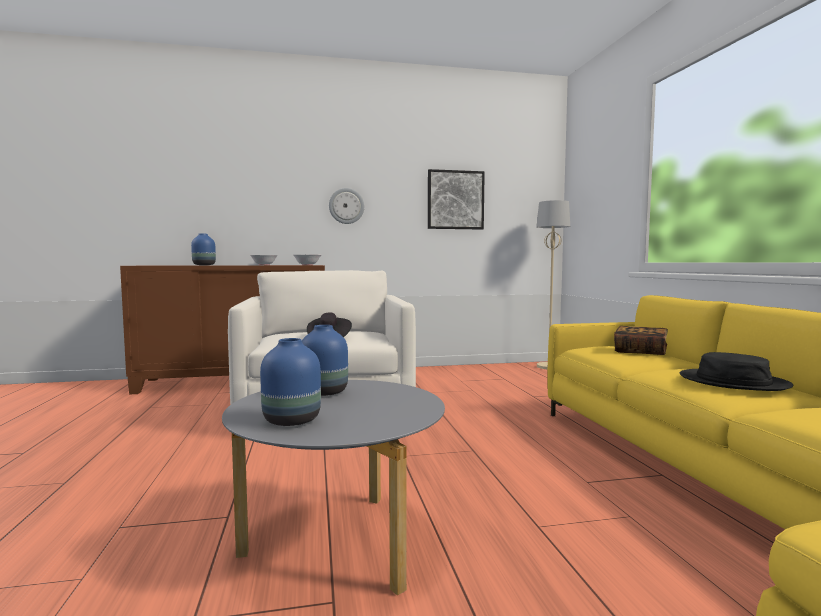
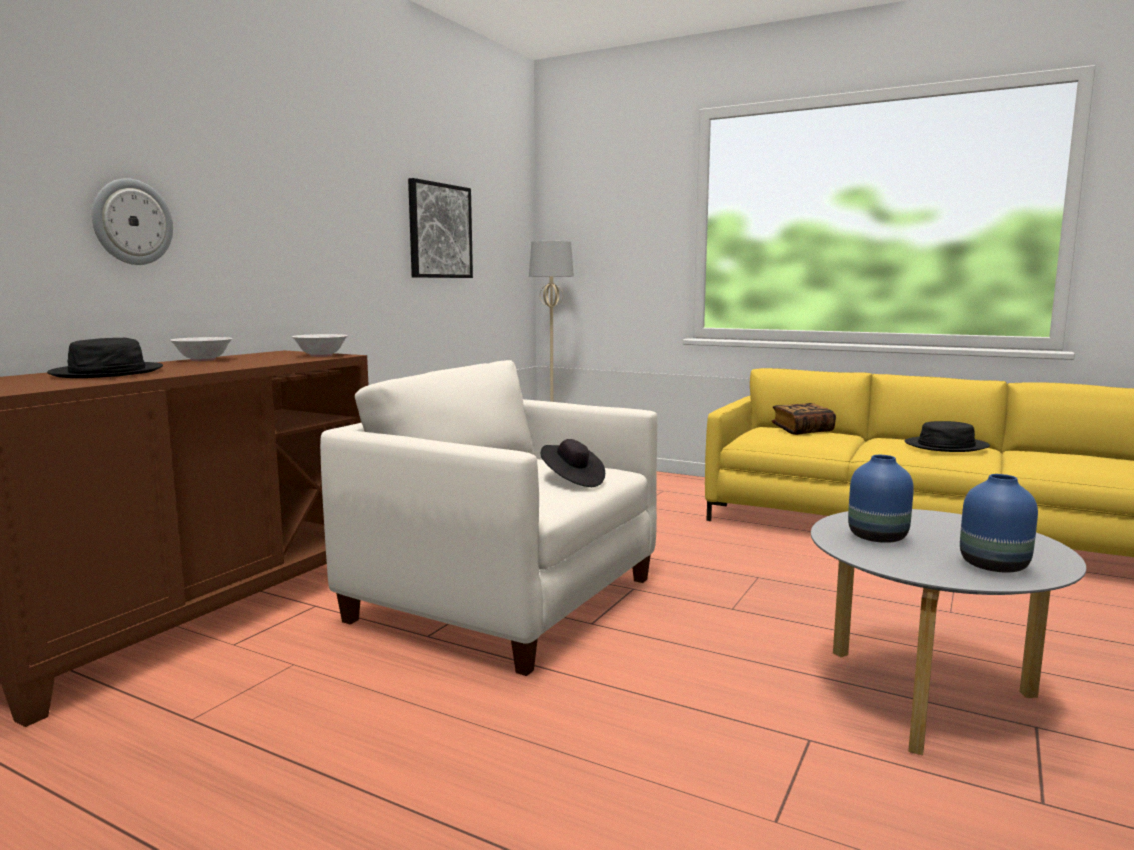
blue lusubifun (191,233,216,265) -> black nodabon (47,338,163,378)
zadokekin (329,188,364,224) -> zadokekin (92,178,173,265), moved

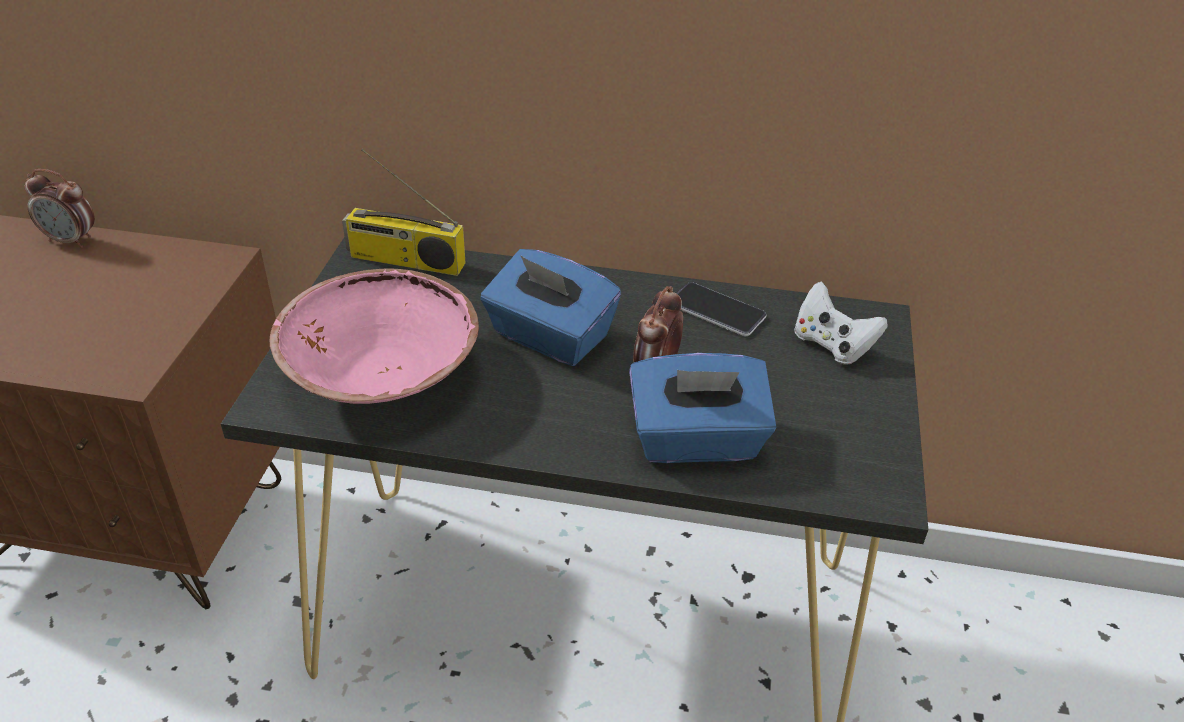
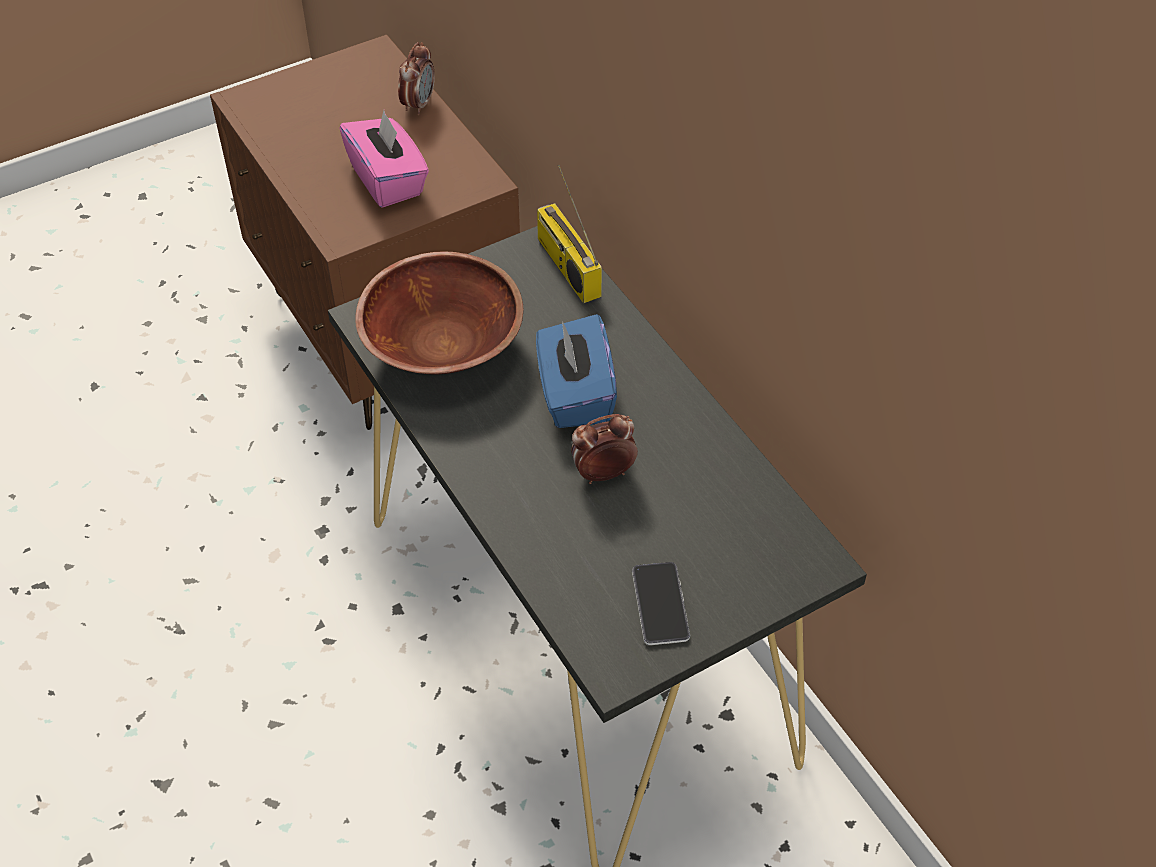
none -> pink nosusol (339,110,429,208)
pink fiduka (270,268,479,404) -> brown fiduka (355,251,523,375)
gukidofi (25,169,95,248) -> gukidofi (398,42,435,115), 135 degrees counterclockwise
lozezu (677,282,767,336) -> lozezu (632,562,690,645), moved
blue nosusol (629,353,776,463) -> none
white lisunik (794,281,888,365) -> none

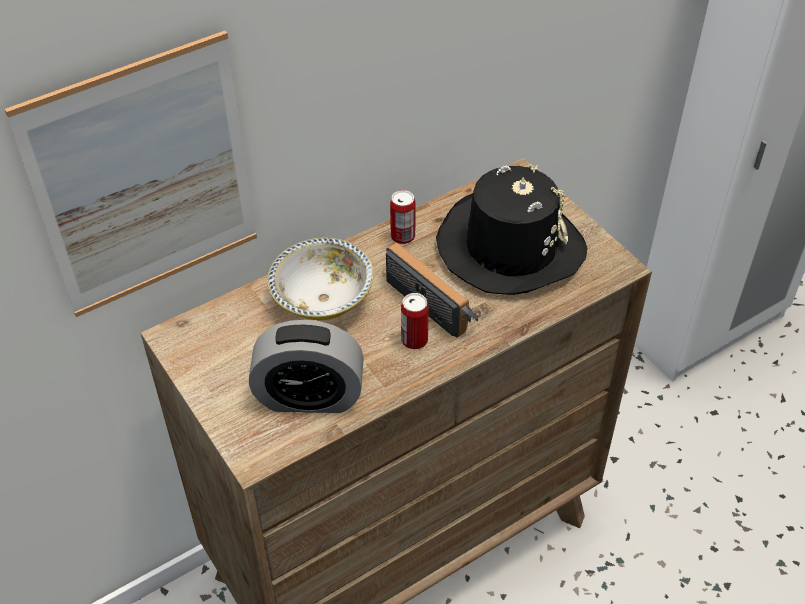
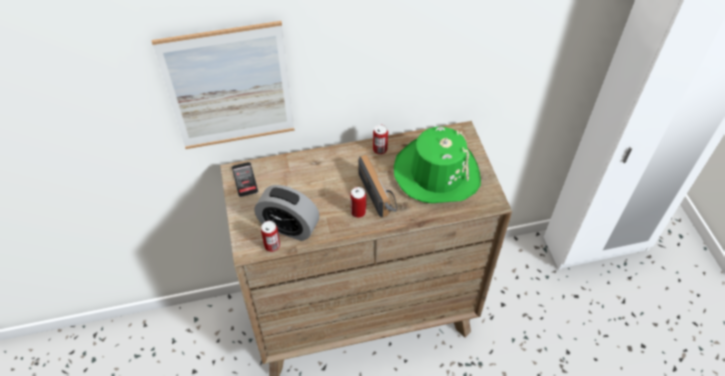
none -> lozezu (232,162,258,197)
none -> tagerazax (261,221,280,252)
black nodabon (436,165,587,295) -> green nodabon (394,127,481,203)
fiduka (268,238,374,320) -> none

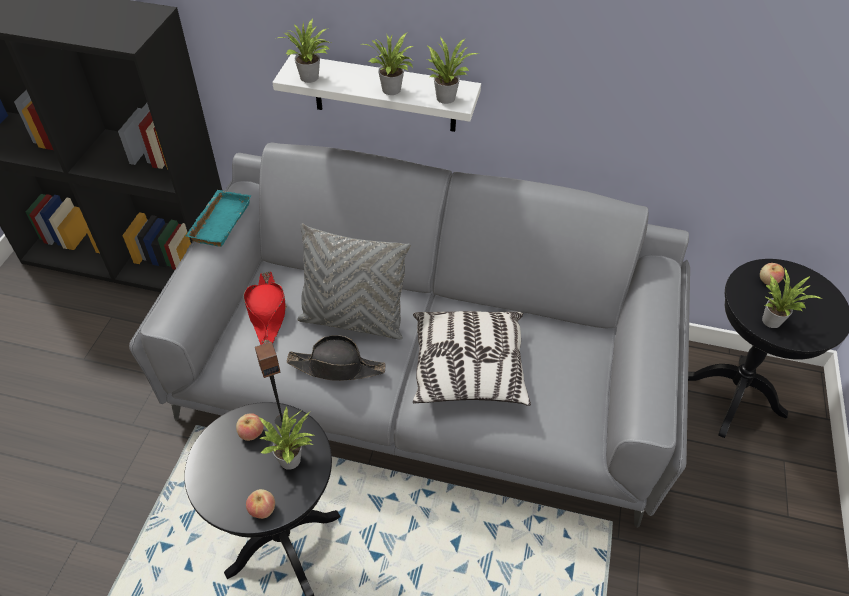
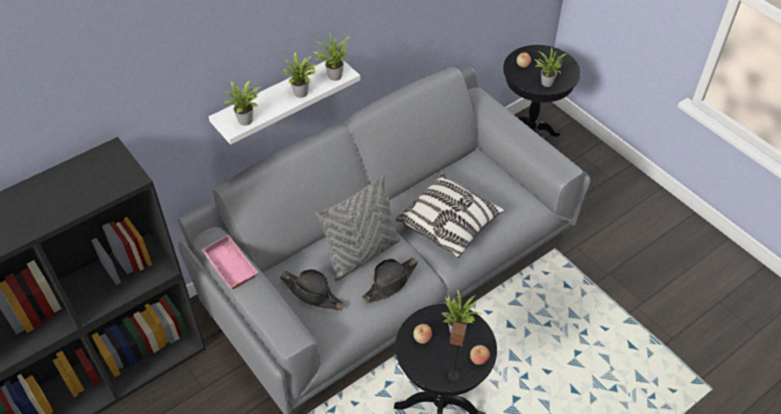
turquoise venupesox (185,190,251,247) -> pink venupesox (201,235,258,289)
red nodabon (243,272,287,345) -> black nodabon (280,269,345,310)
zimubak (255,342,290,427) -> zimubak (448,322,467,381), moved

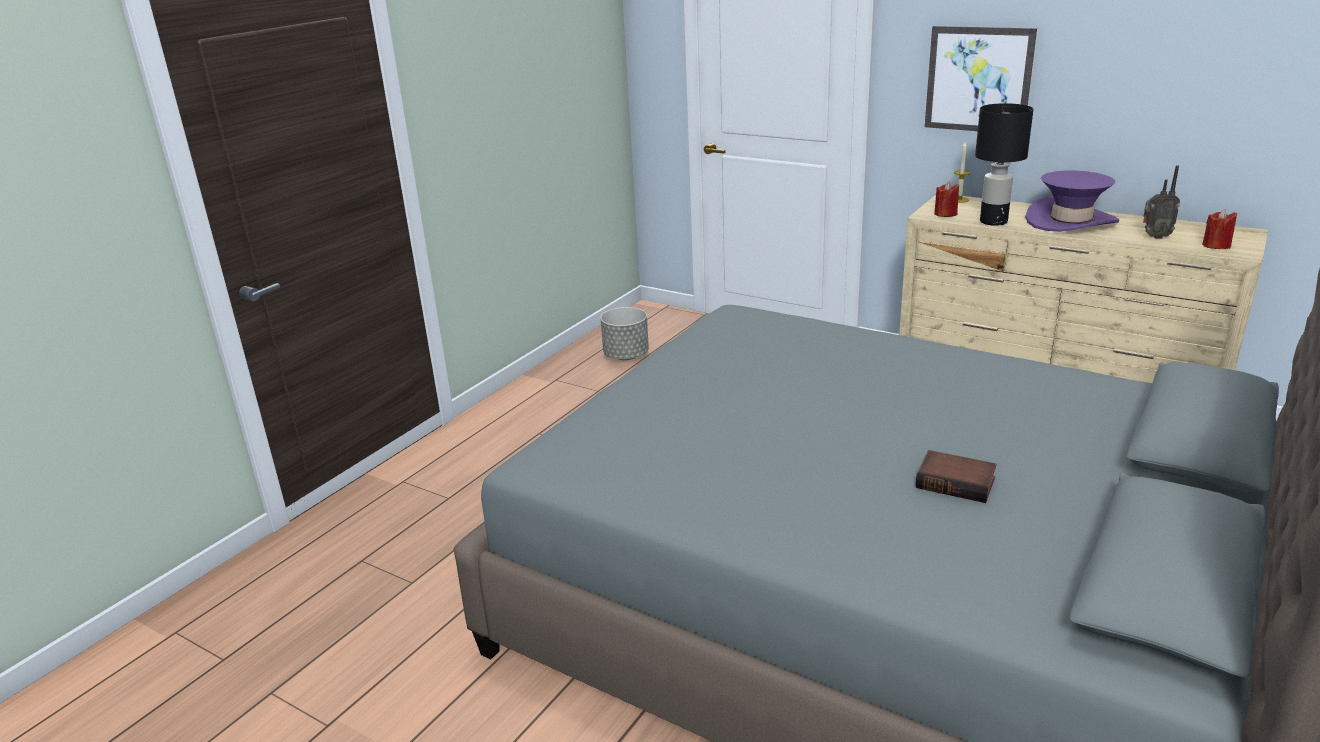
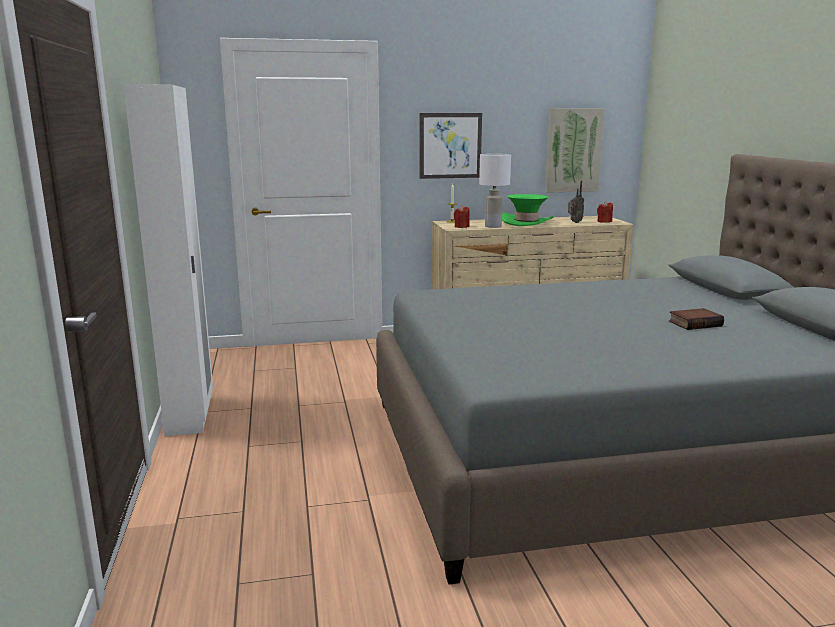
none -> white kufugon (123,84,213,436)
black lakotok (975,103,1034,226) -> white lakotok (479,154,511,228)
purple nodabon (1025,171,1119,232) -> green nodabon (502,194,553,226)
none -> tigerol (545,108,605,193)
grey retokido (600,307,649,360) -> none

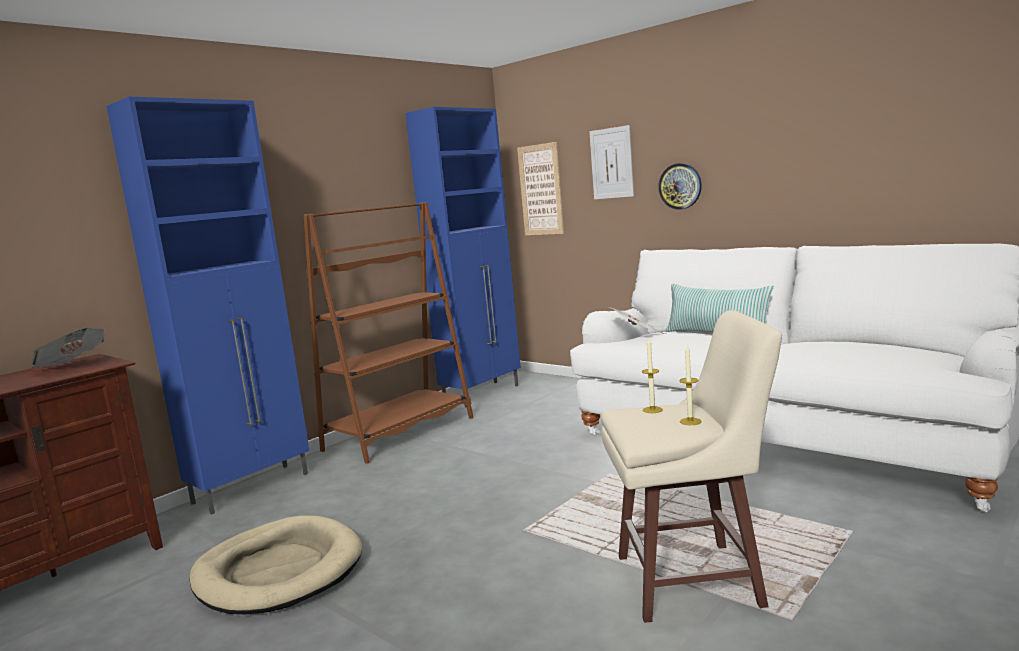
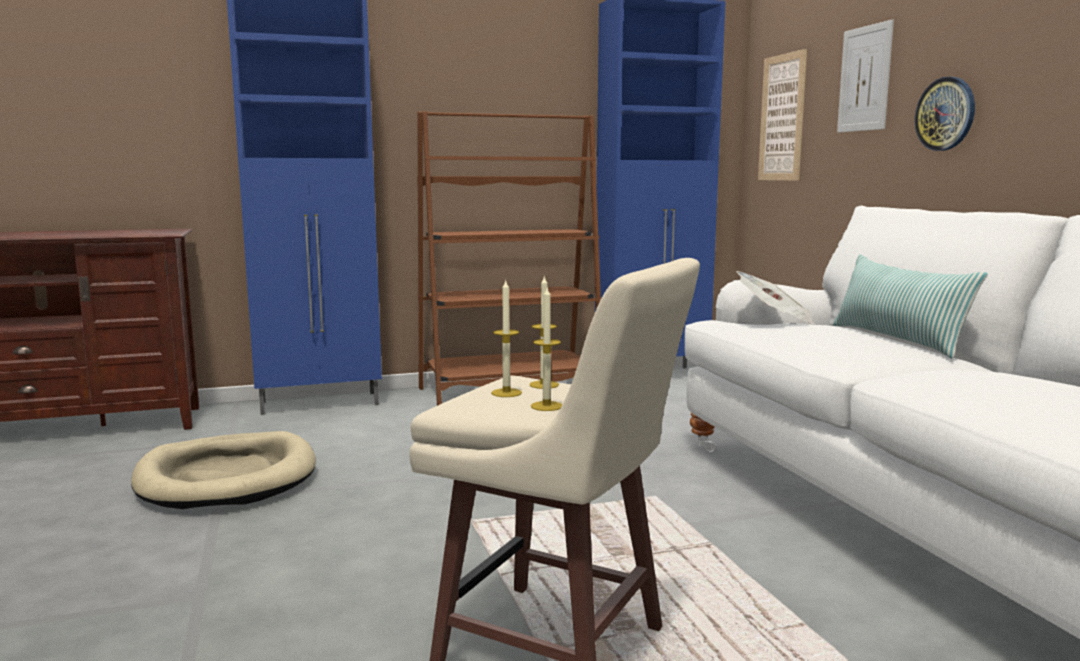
none -> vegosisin (491,281,522,397)
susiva (31,328,104,368) -> none

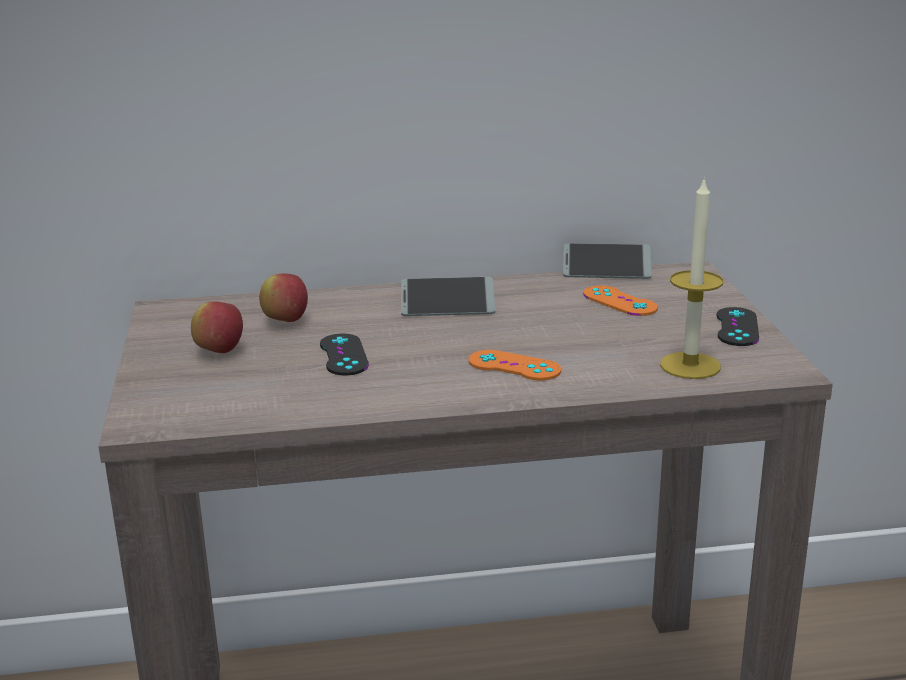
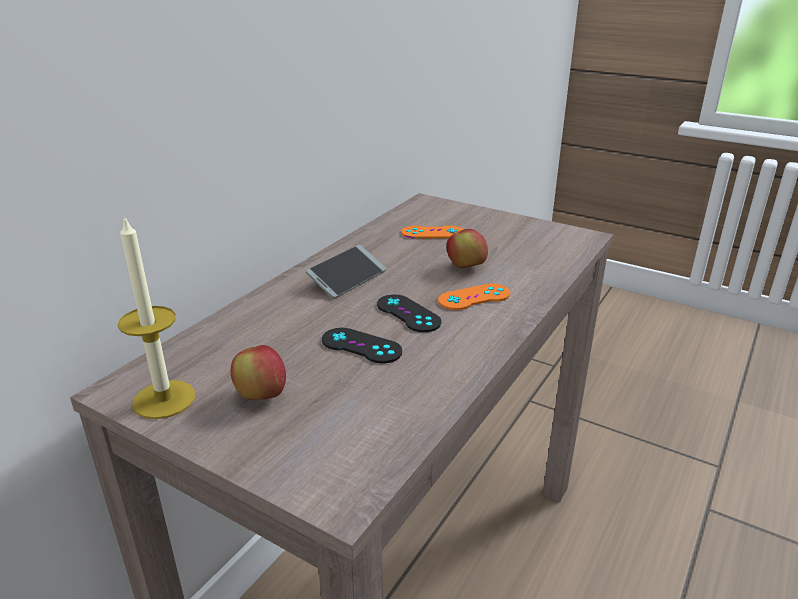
vegosisin (660,177,723,379) -> vegosisin (118,215,195,419), moved
black lisunik (716,307,759,346) -> black lisunik (377,294,442,332), moved
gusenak (259,273,308,322) -> gusenak (447,229,488,268), moved
lozezu (563,243,652,279) -> none

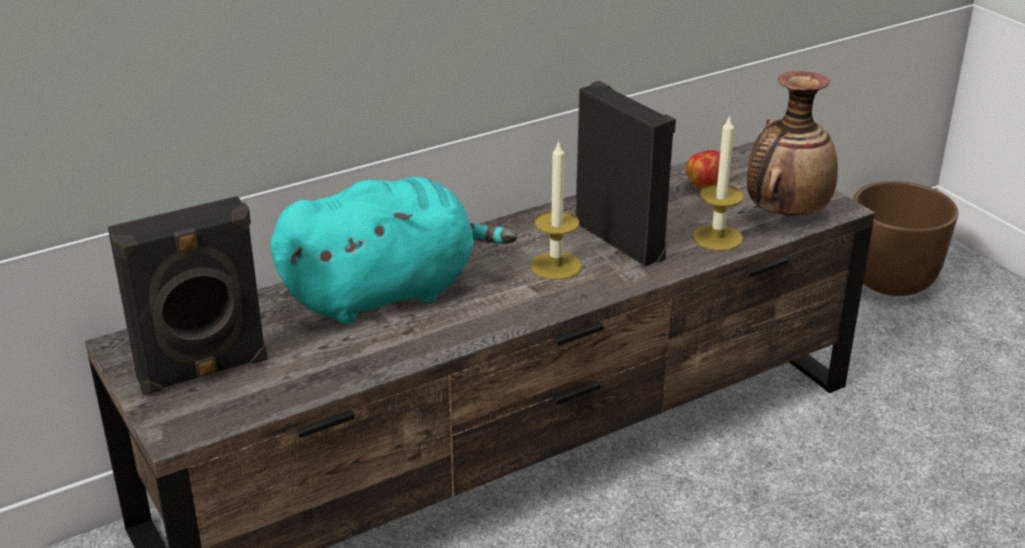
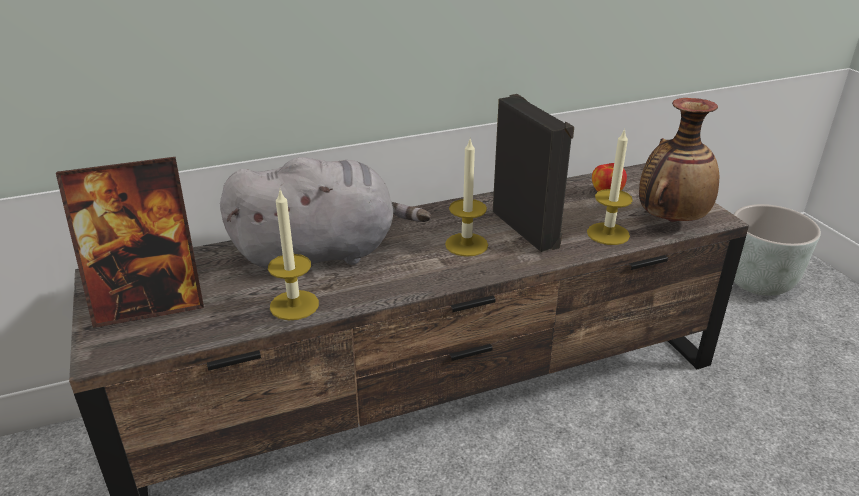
black zimubak (108,196,268,396) -> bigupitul (56,157,204,328)
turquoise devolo (271,177,517,324) -> grey devolo (220,157,431,269)
none -> vegosisin (268,190,319,320)
brown retokido (853,181,959,296) -> grey retokido (733,204,821,296)

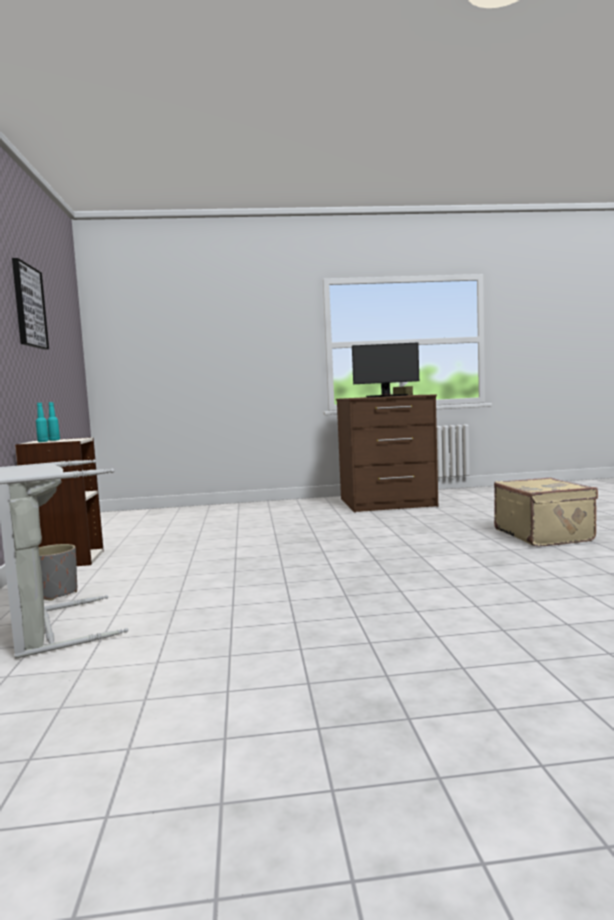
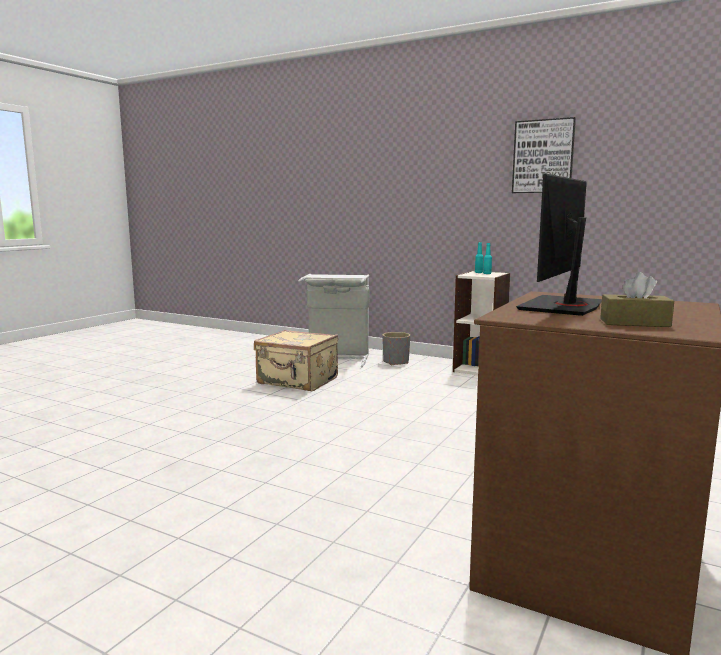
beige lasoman (494,478,598,546) -> beige lasoman (254,330,338,391), moved

